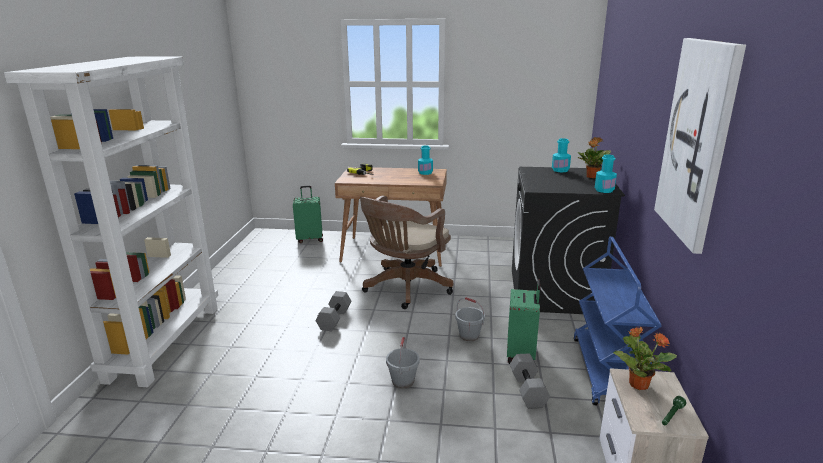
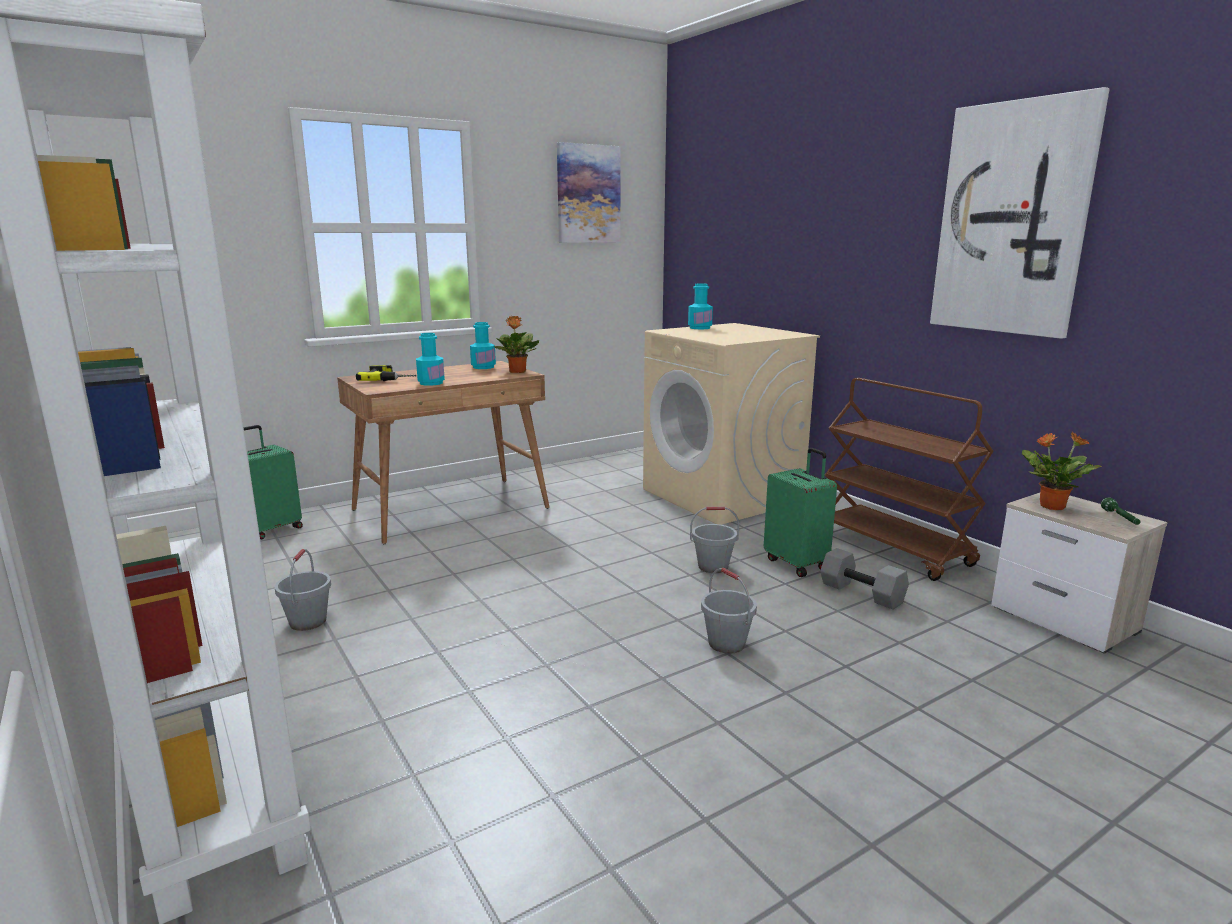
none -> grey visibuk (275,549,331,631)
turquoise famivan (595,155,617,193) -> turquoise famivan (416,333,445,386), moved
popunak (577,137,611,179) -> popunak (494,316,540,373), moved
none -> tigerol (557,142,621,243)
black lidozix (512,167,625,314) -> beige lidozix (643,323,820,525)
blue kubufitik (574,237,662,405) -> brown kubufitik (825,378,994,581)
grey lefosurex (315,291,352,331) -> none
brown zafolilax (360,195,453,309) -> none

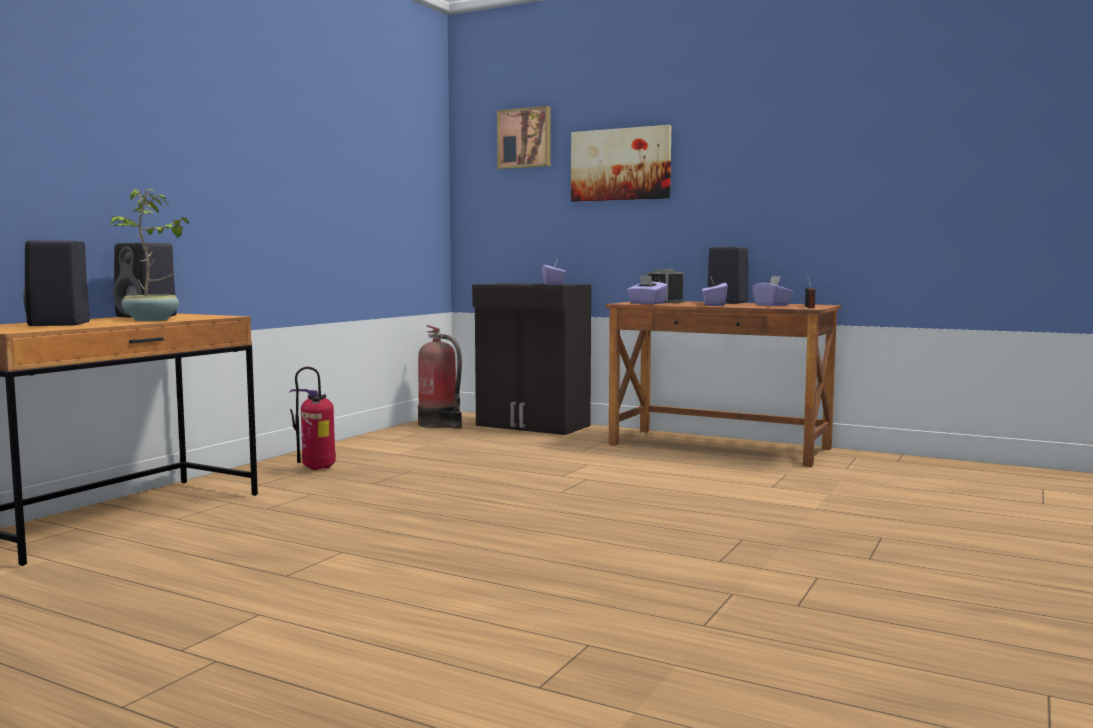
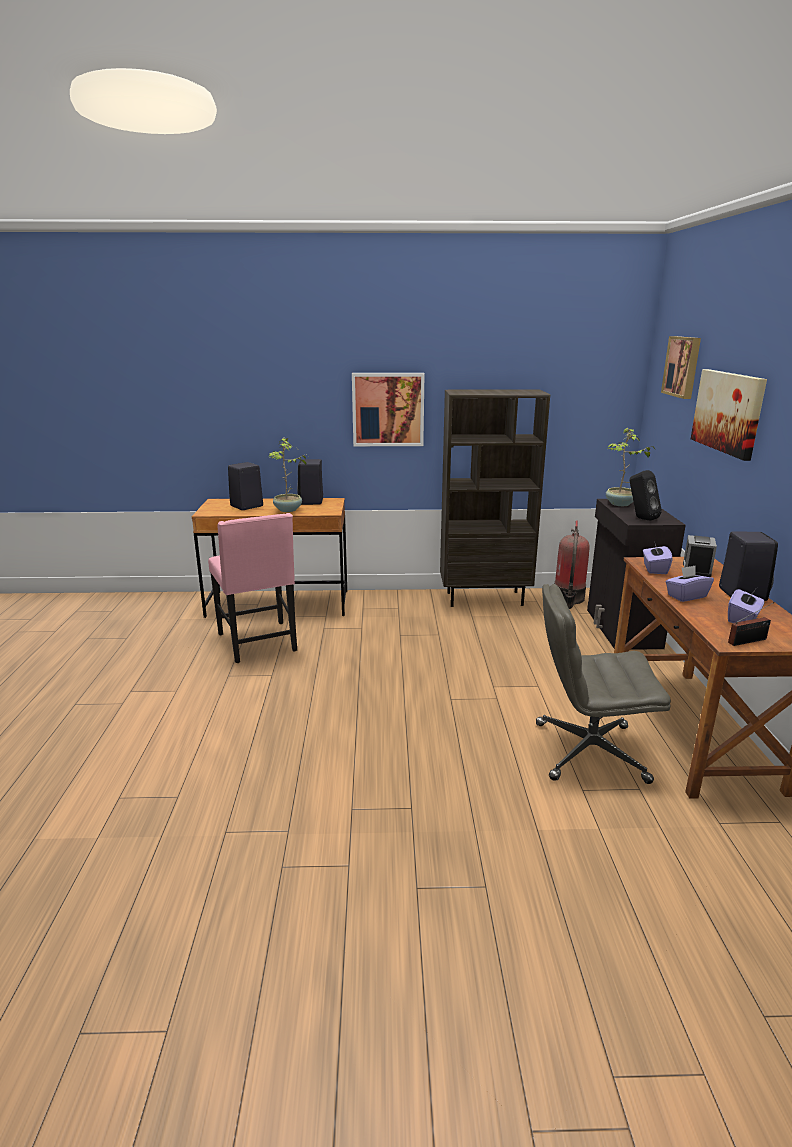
none -> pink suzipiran (208,513,297,663)
none -> tigerol (352,373,425,446)
none -> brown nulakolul (440,389,550,607)
none -> grey zafolilax (536,584,671,784)
none -> popunak (606,428,655,506)
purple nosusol (542,259,566,285) -> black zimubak (630,470,662,521)
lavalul (289,367,336,470) -> none

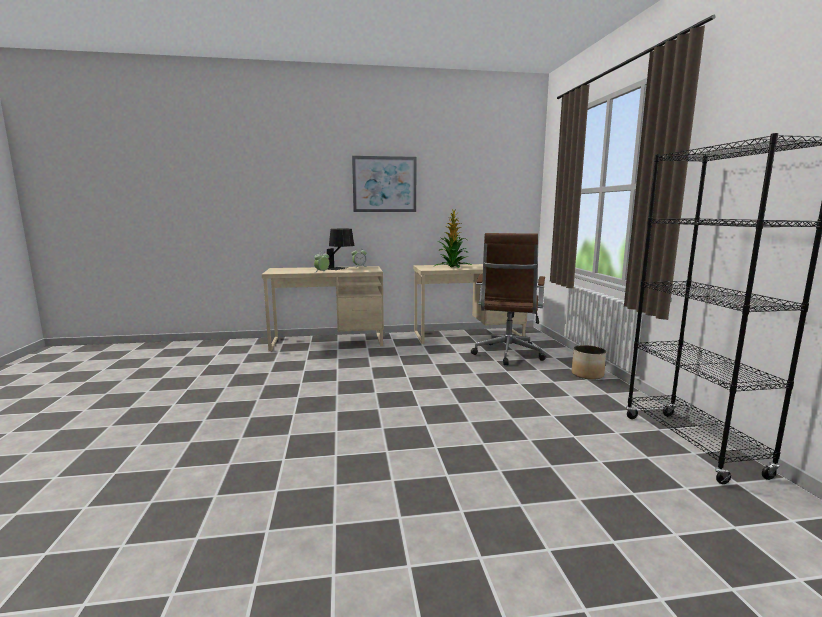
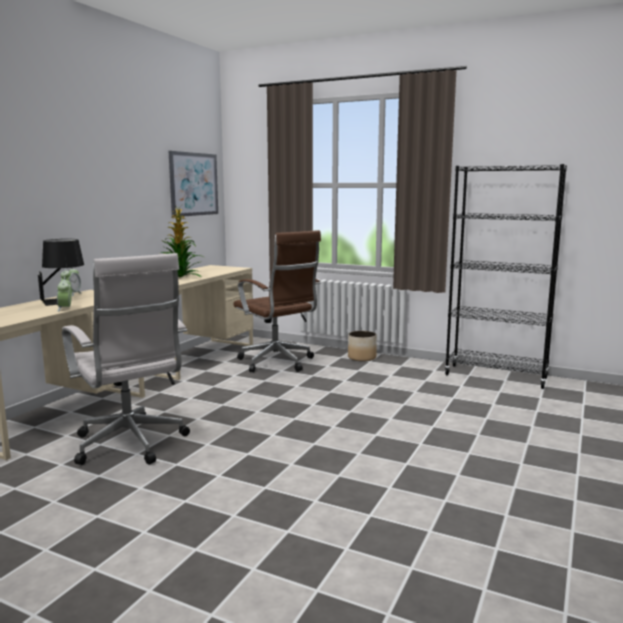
none -> white zafolilax (62,253,190,465)
tigerol (352,156,416,212) -> tigerol (169,151,218,217), moved

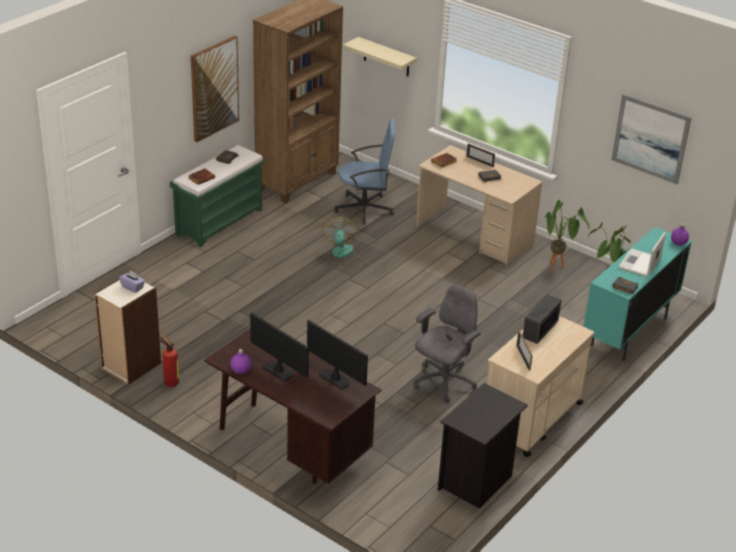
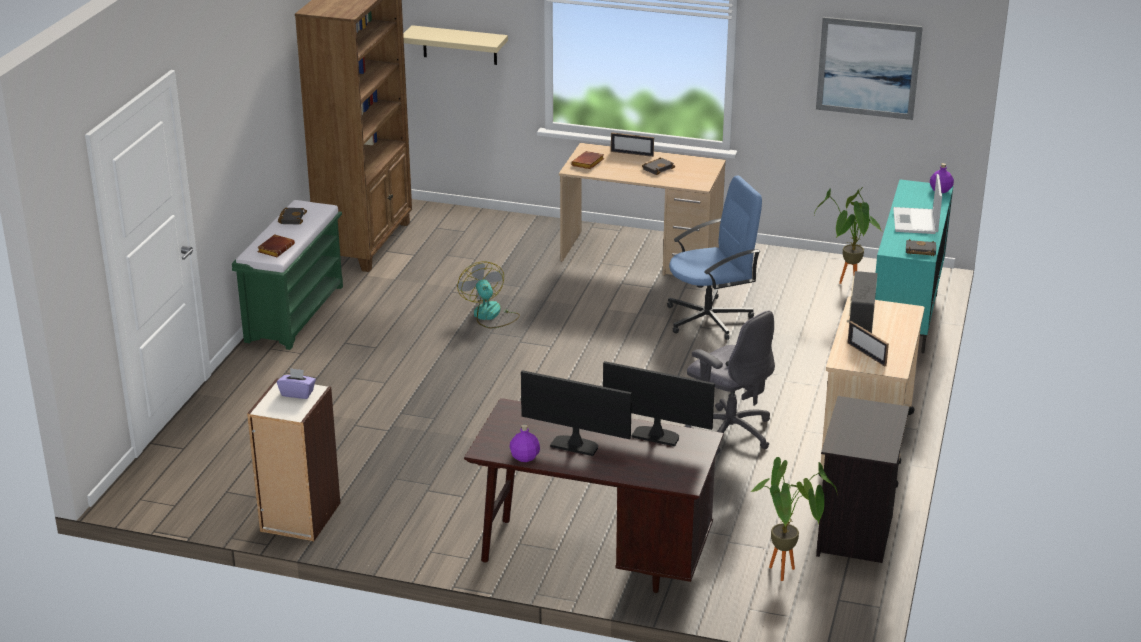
blue zafolilax (335,118,395,225) -> blue zafolilax (667,176,762,340), moved
grey zafolilax (414,285,481,403) -> grey zafolilax (685,310,775,455), 120 degrees clockwise
popunak (544,200,589,271) -> popunak (751,457,838,581), moved
lavalul (158,333,179,387) -> none
tigerol (191,36,239,142) -> none

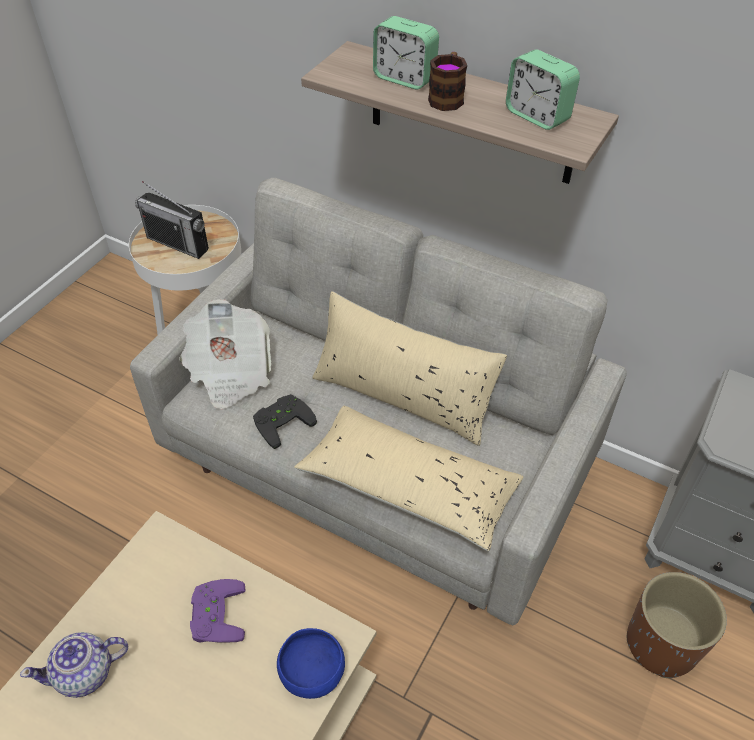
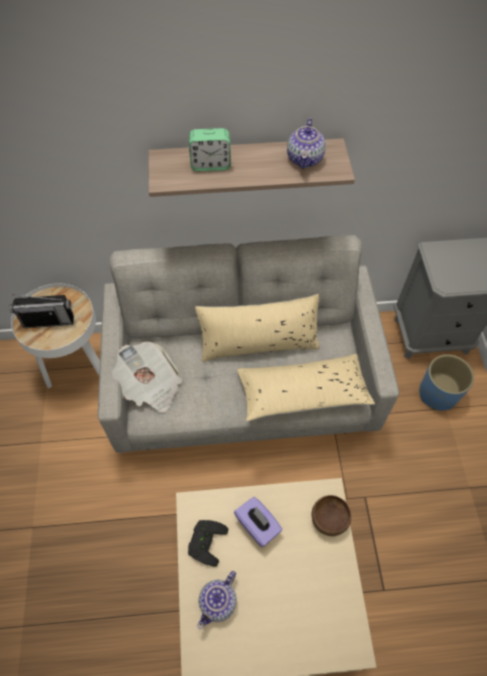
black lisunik (253,394,317,449) -> black lisunik (188,520,228,567), moved
purple lisunik (190,579,246,643) -> purple nosusol (234,497,282,547)
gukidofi (506,49,580,130) -> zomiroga (287,118,326,169)
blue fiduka (277,628,345,699) -> brown fiduka (312,495,351,536)
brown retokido (627,572,727,678) -> blue retokido (419,354,474,411)
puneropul (428,52,467,111) -> none

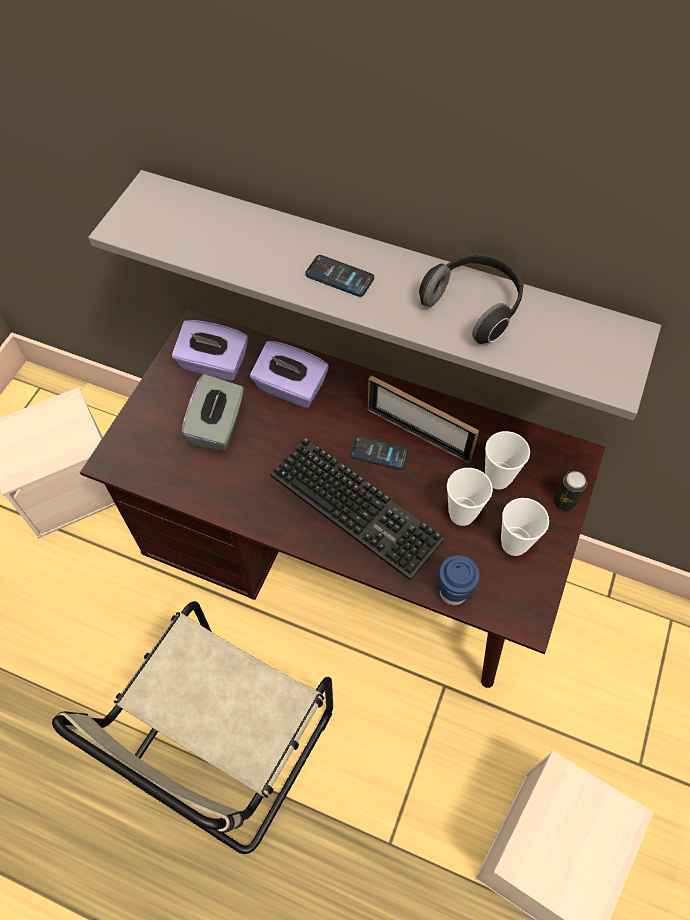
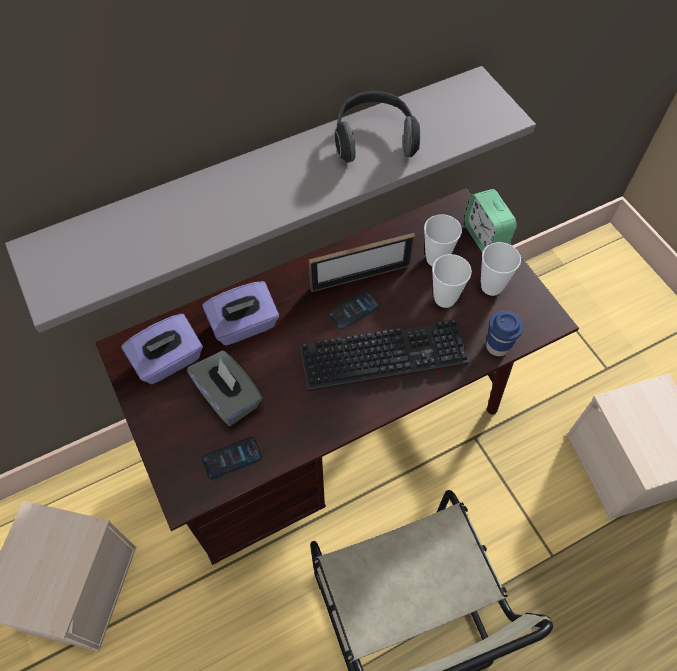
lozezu (305,255,374,297) -> lozezu (202,436,262,480), moved
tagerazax (554,471,588,511) -> gukidofi (464,189,517,253)

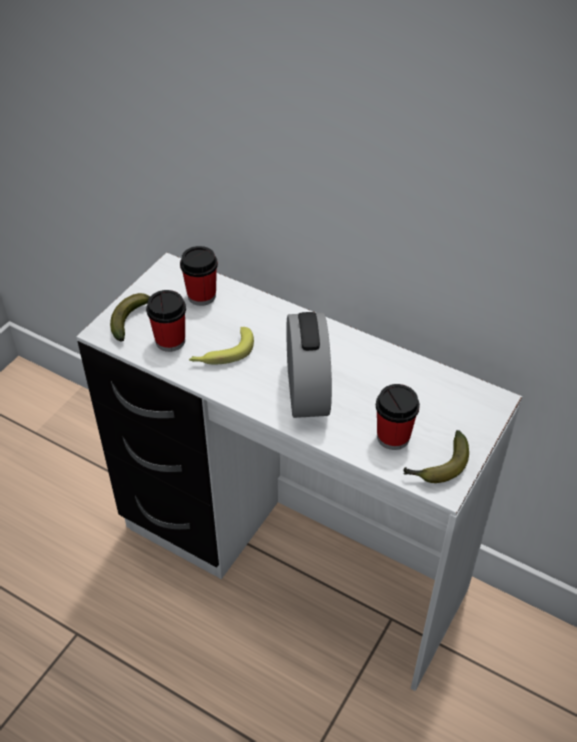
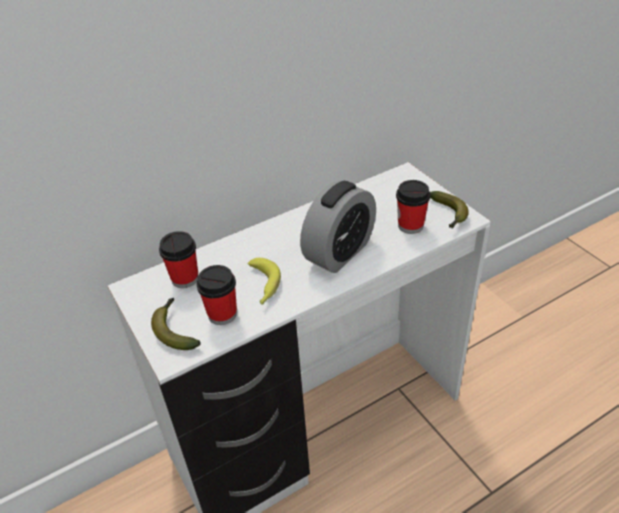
gukidofi (286,312,332,418) -> gukidofi (300,181,376,273), 105 degrees clockwise

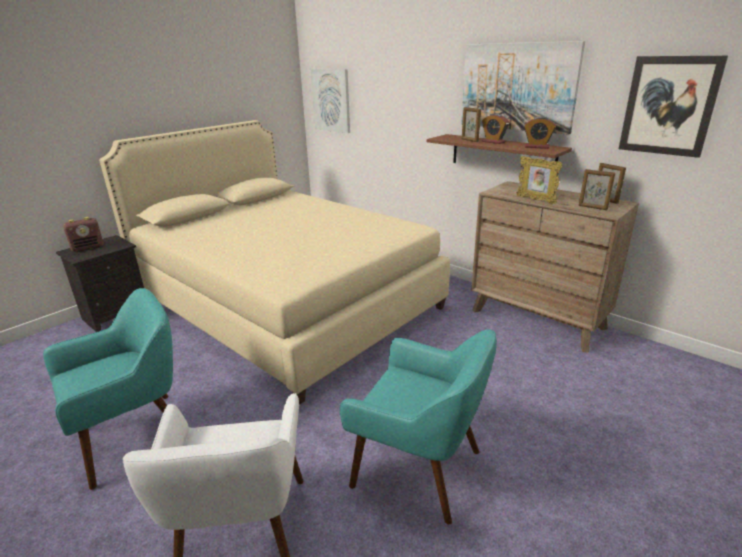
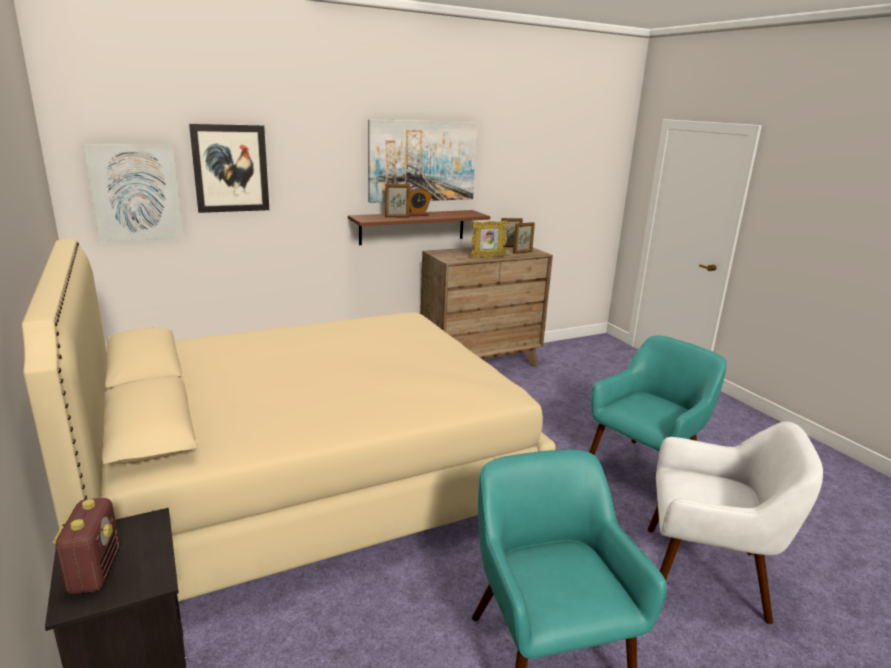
tigerol (619,56,728,158) -> tigerol (189,124,269,213), moved
gukidofi (524,117,556,149) -> none

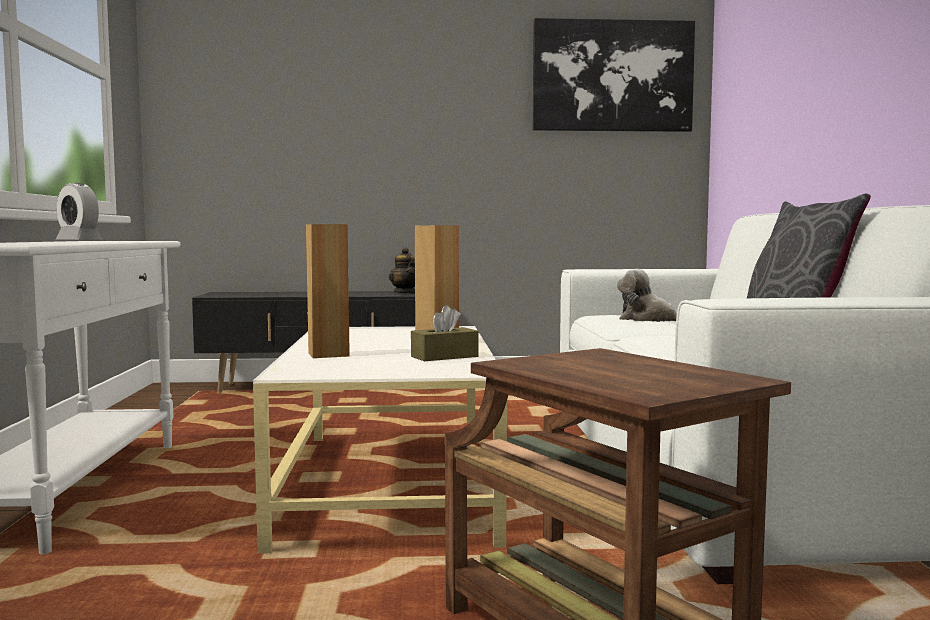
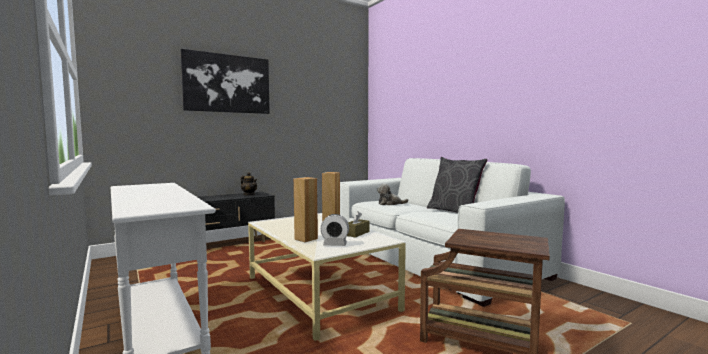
tigerol (533,18,695,132) -> tigerol (181,49,270,114), moved
gukidofi (56,183,102,240) -> gukidofi (321,214,349,246), moved

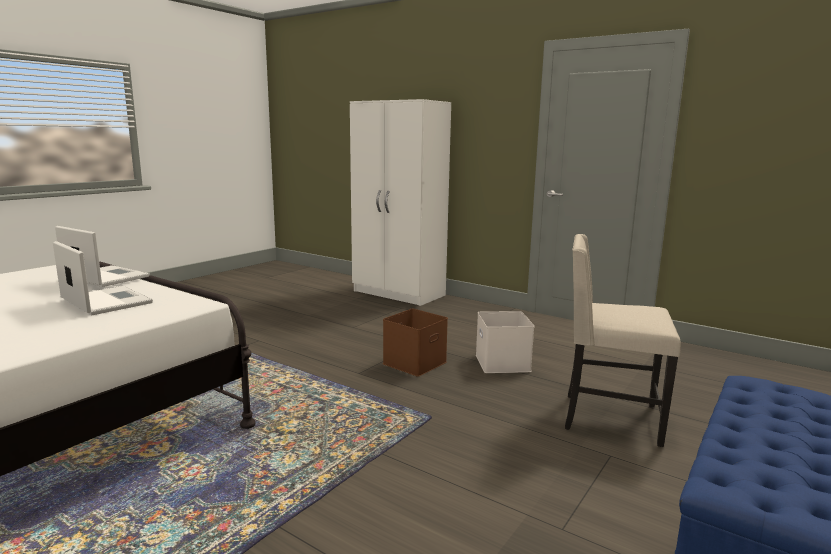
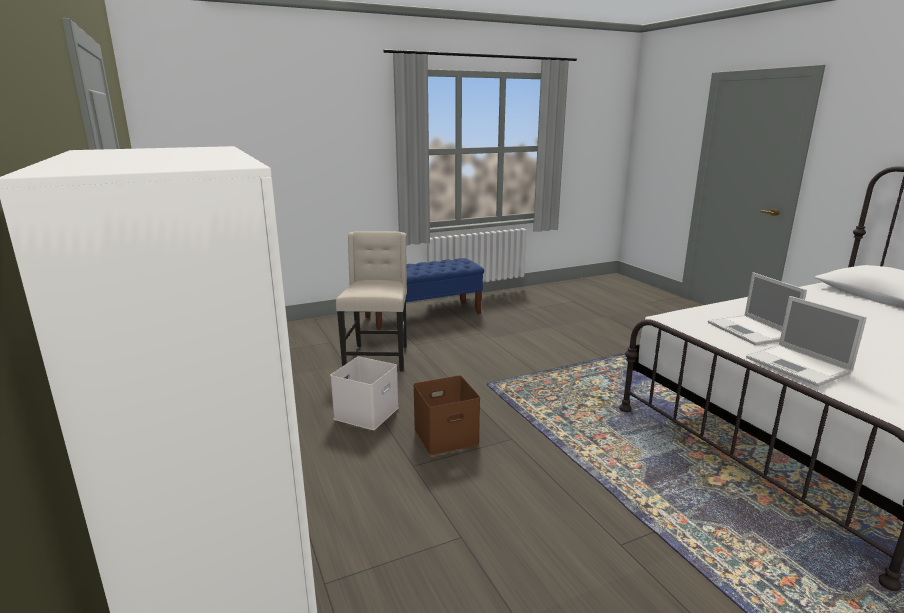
beige suzipiran (565,234,681,447) -> beige suzipiran (336,231,407,372), 135 degrees counterclockwise

